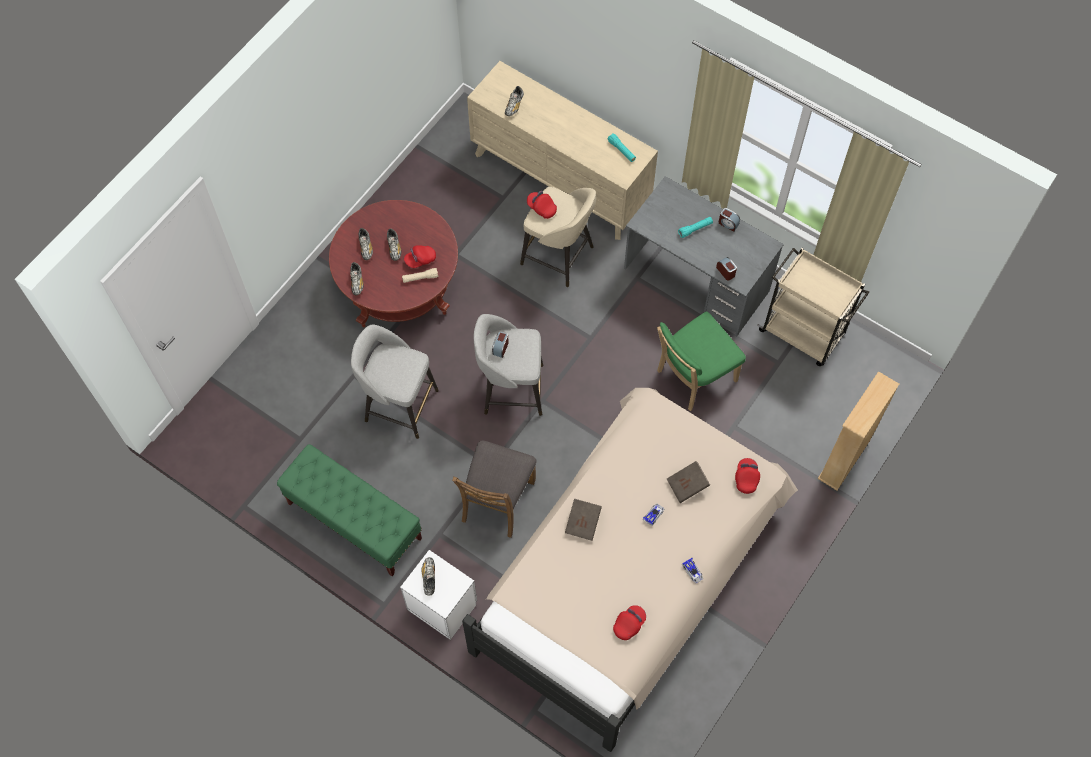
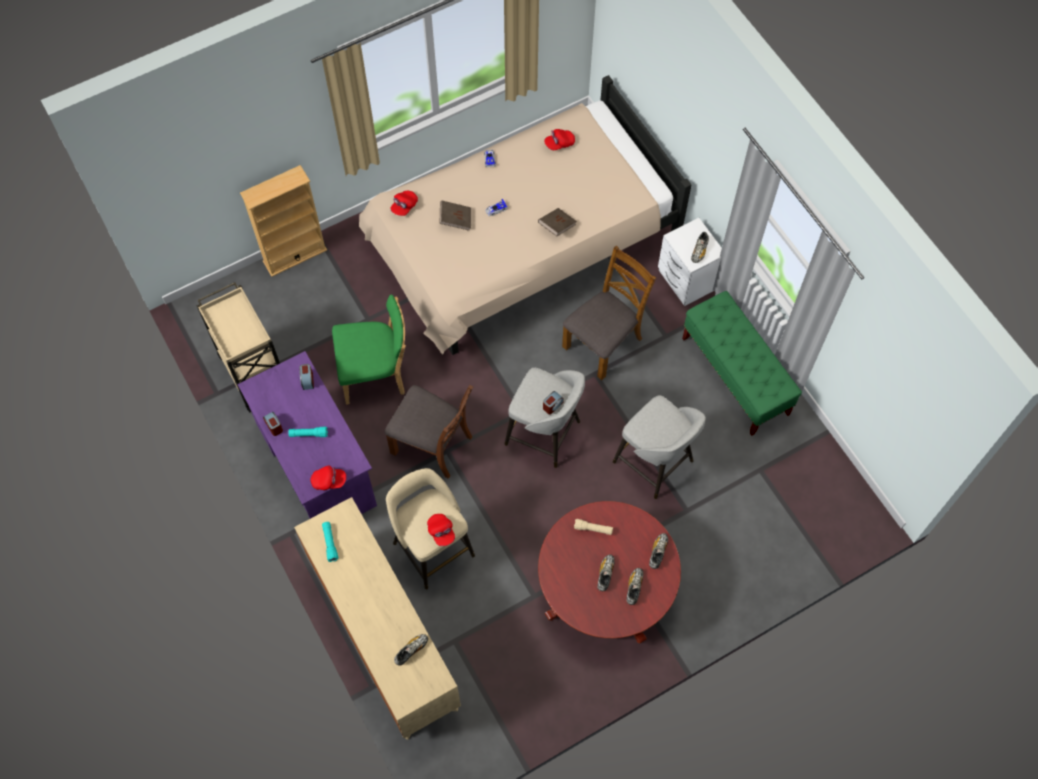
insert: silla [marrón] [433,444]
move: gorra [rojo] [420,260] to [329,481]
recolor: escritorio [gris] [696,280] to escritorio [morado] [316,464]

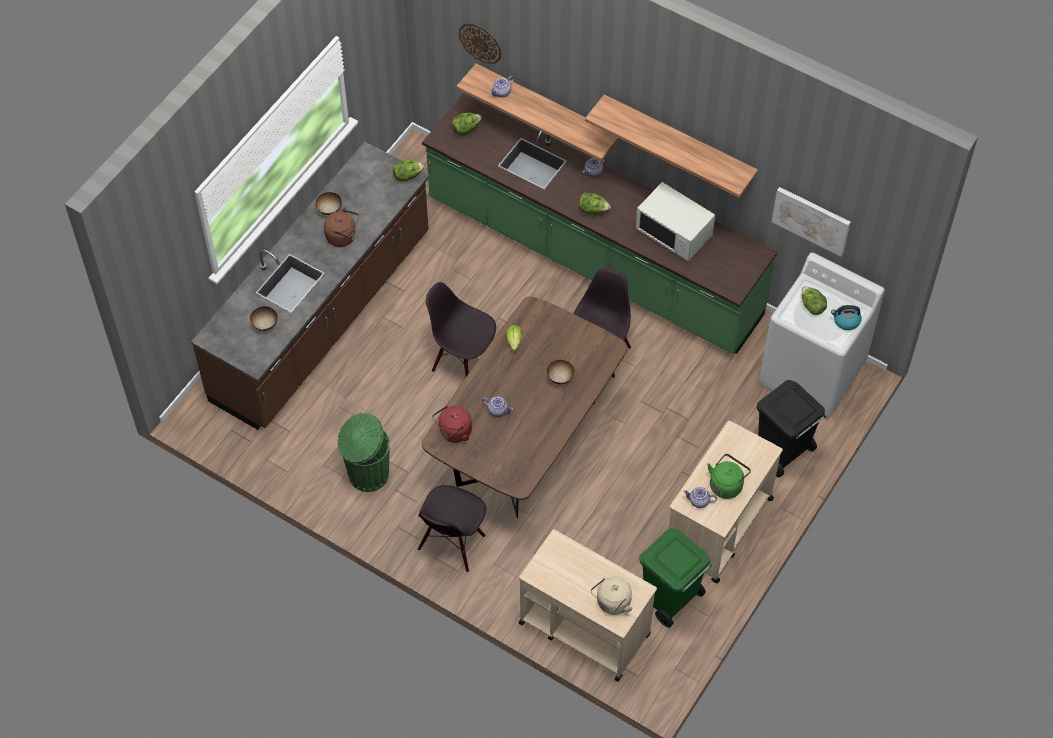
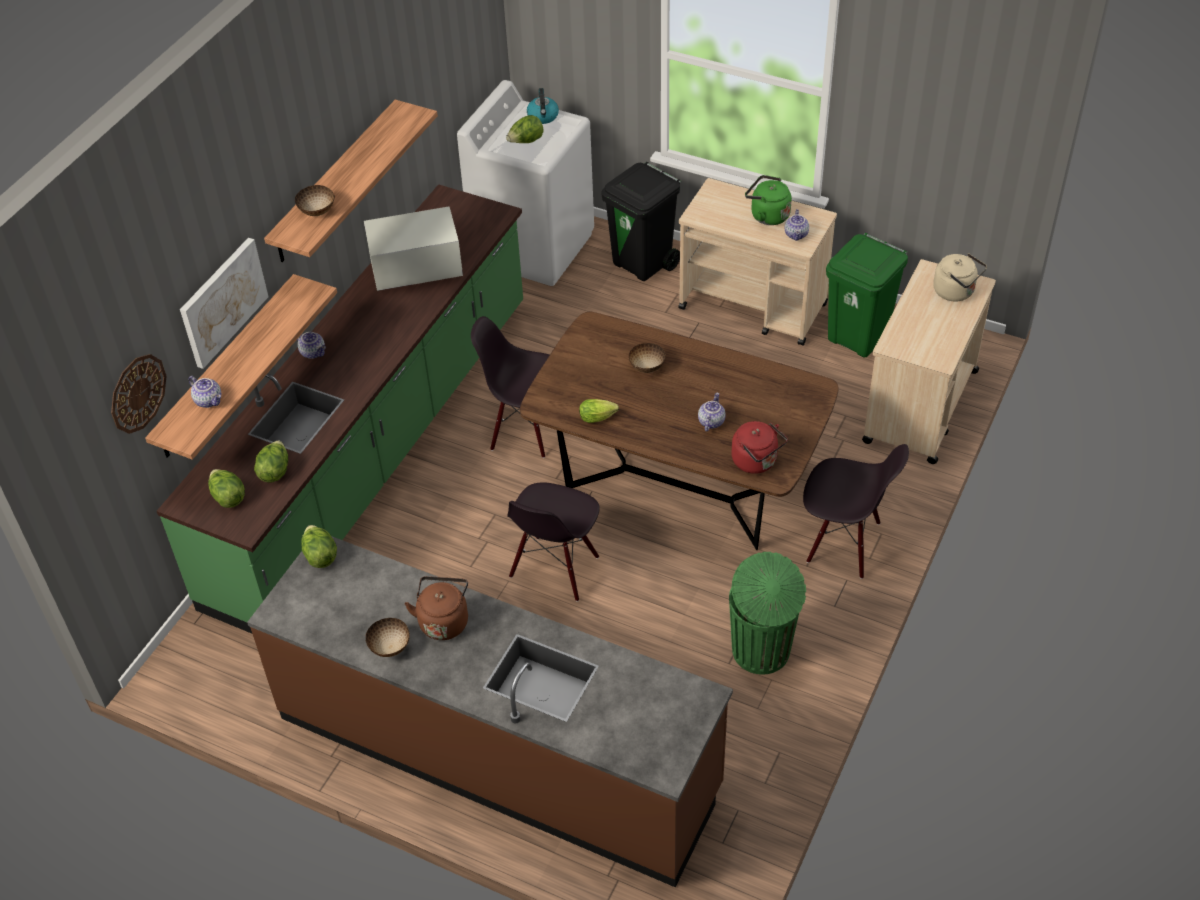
move: cuadro [811,220] to [222,301]; lechuga [593,210] to [274,471]; cuenco [264,324] to [316,212]
rotate: microondas [blanco] [674,233] = [416,269] 135 degrees counterclockwise

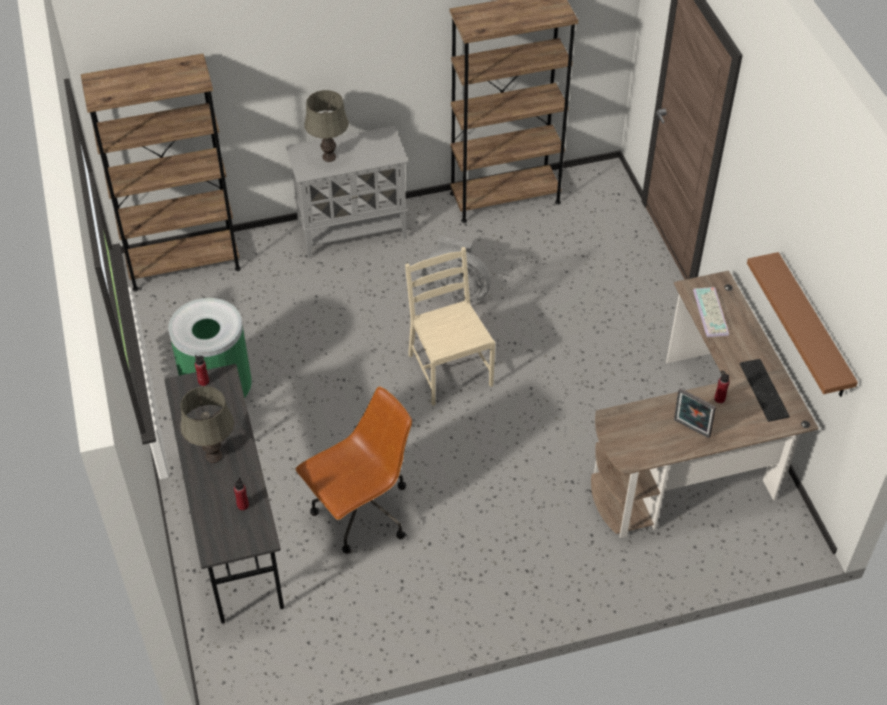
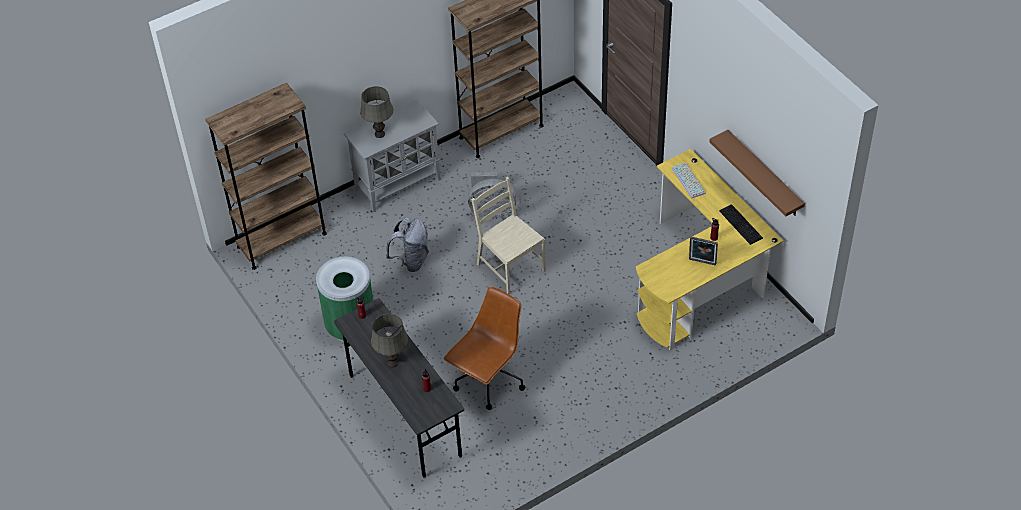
insert: mochila [gris] [411,260]
recolor: escritorio [marrón] [696,453] to escritorio [amarillo] [701,280]

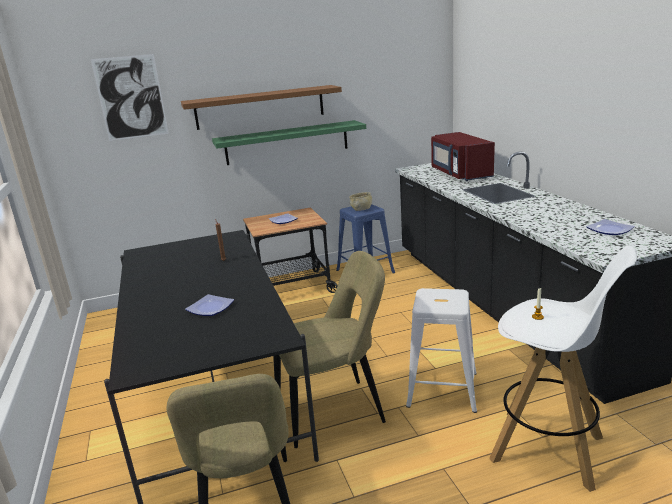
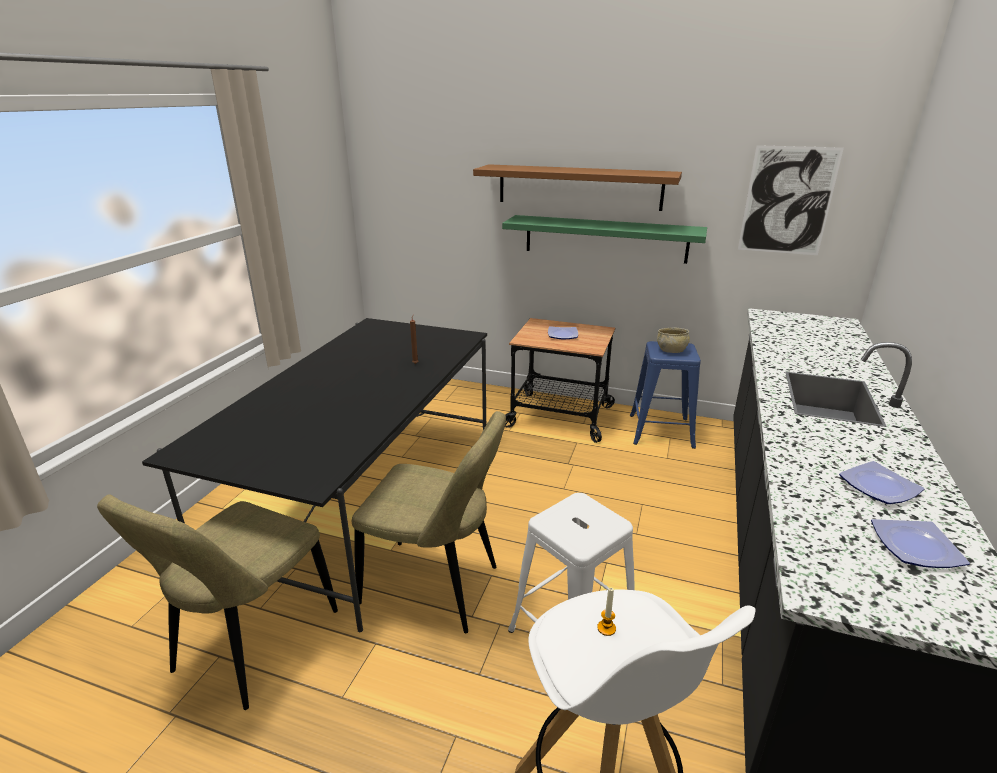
delete: microondas [rojo] [460,174]
move: cuadro [131,97] to [787,201]; plato [209,308] to [877,486]

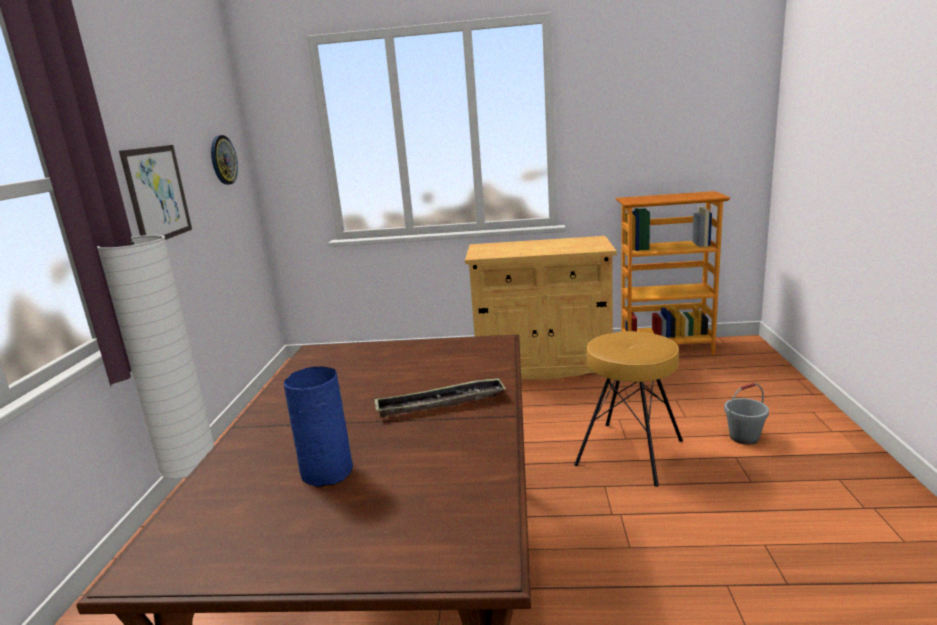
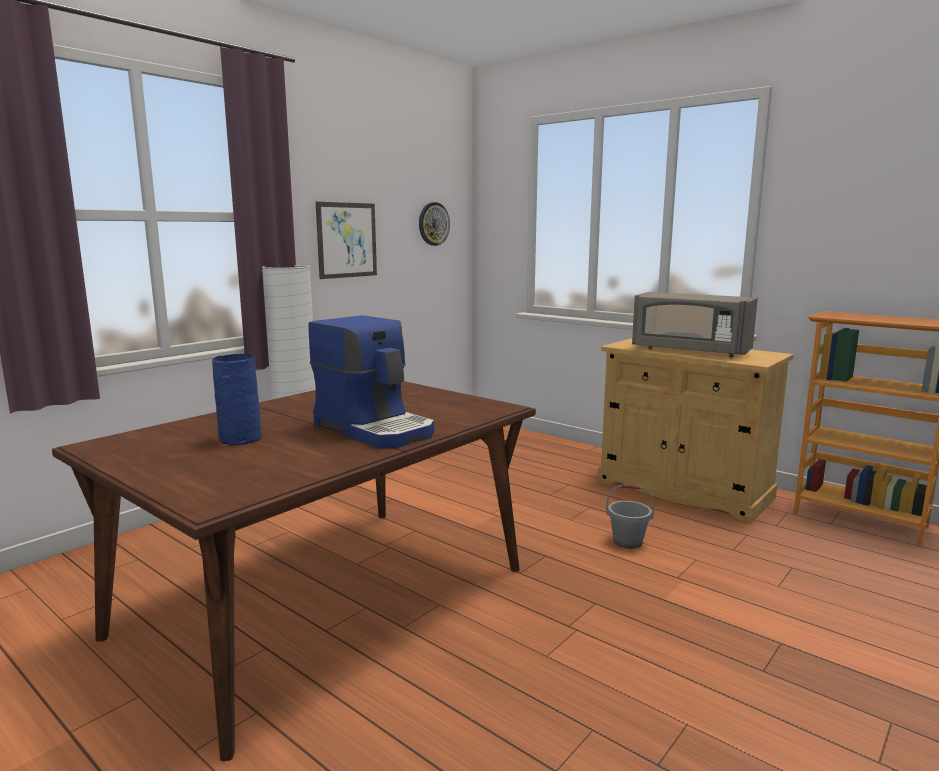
delete: taburete [marrón] [630,452]
insert: microondas [gris] [690,351]
move: cubo [gris] [744,437] to [628,542]
replace: bandeja [440,404] to cafetera [376,429]

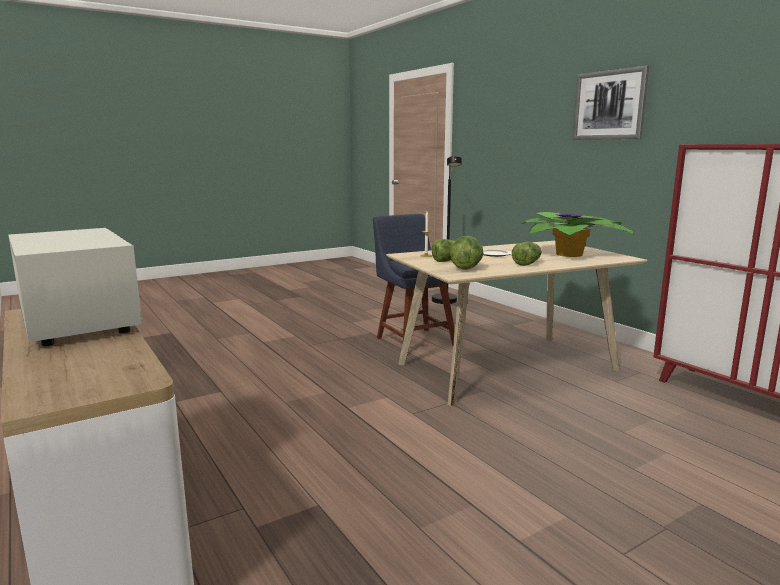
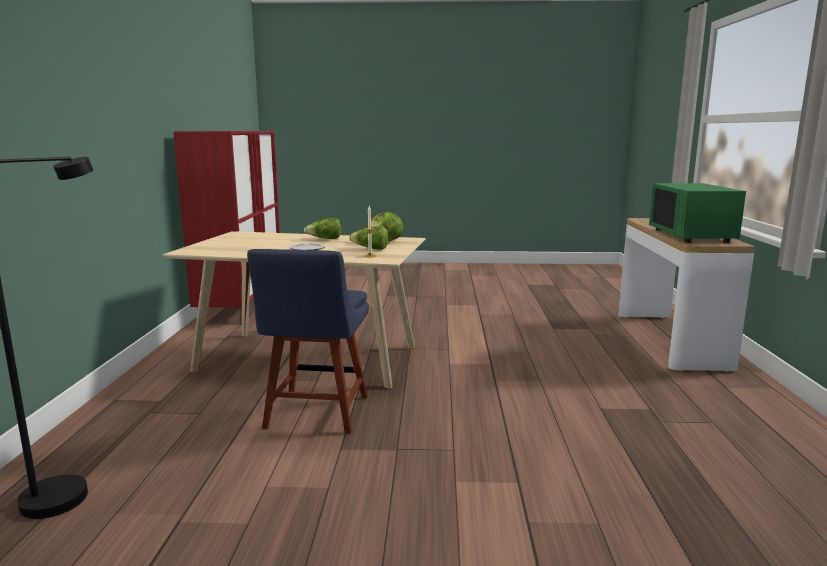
delete: cuadro [609,105]; planta en maceta [571,254]
recolor: microondas [blanco] [77,322] to microondas [verde] [691,235]

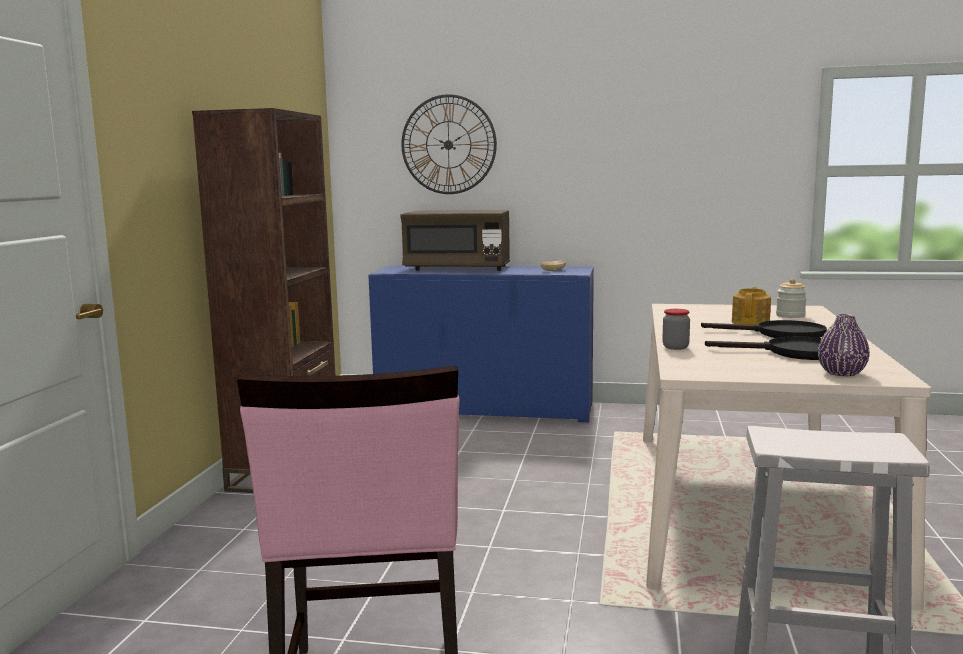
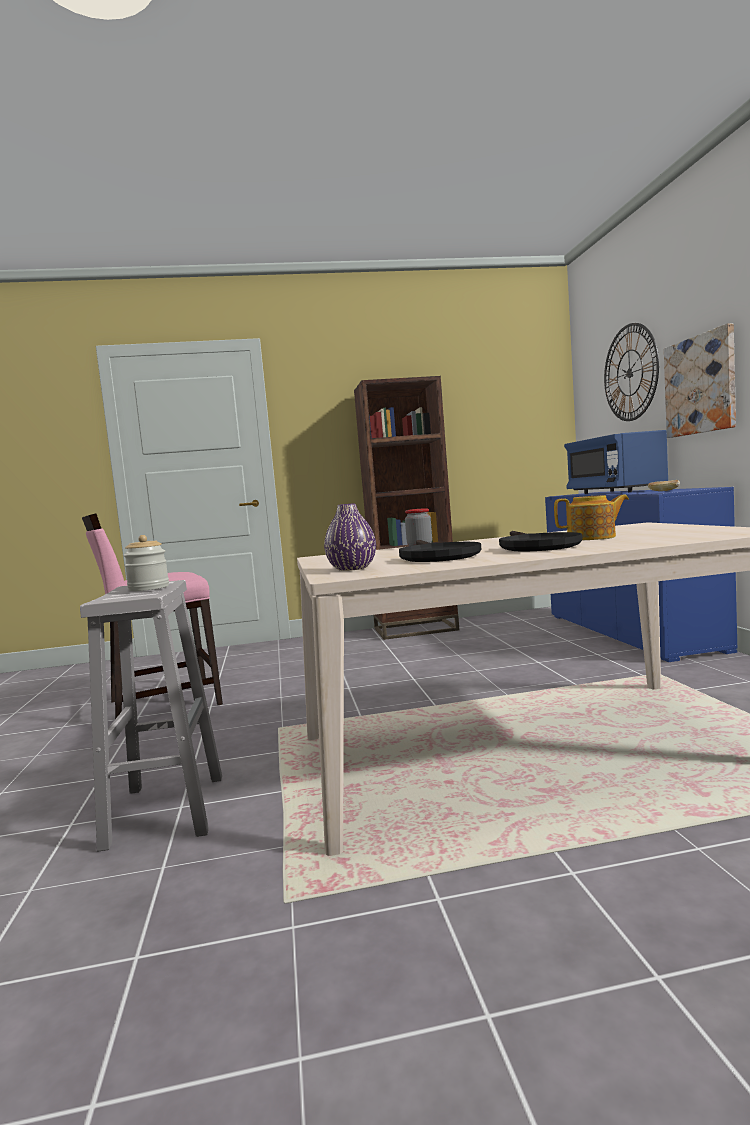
insert: cuadro [700,385]
move: tarro [790,316] to [149,588]
recolor: microondas [marrón] [457,269] to microondas [azul] [615,492]

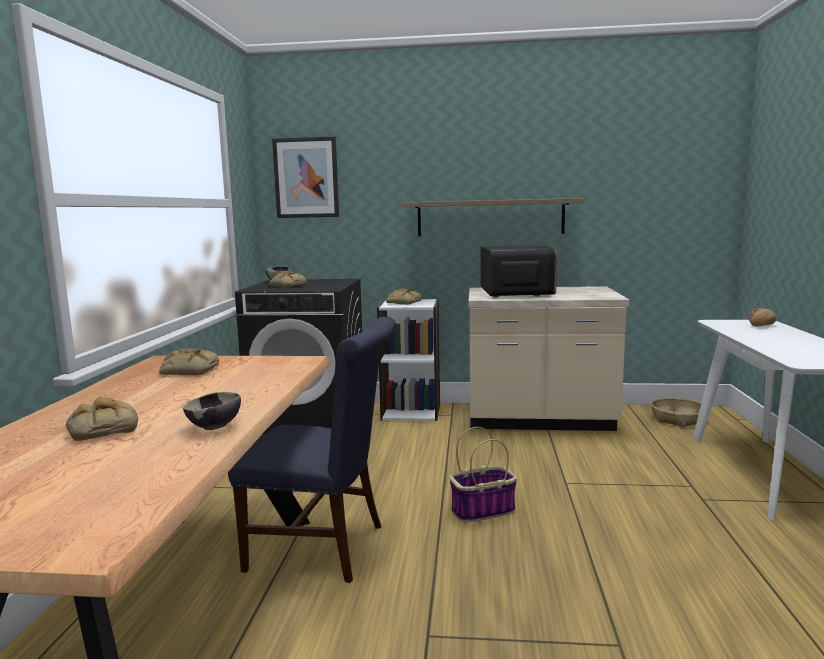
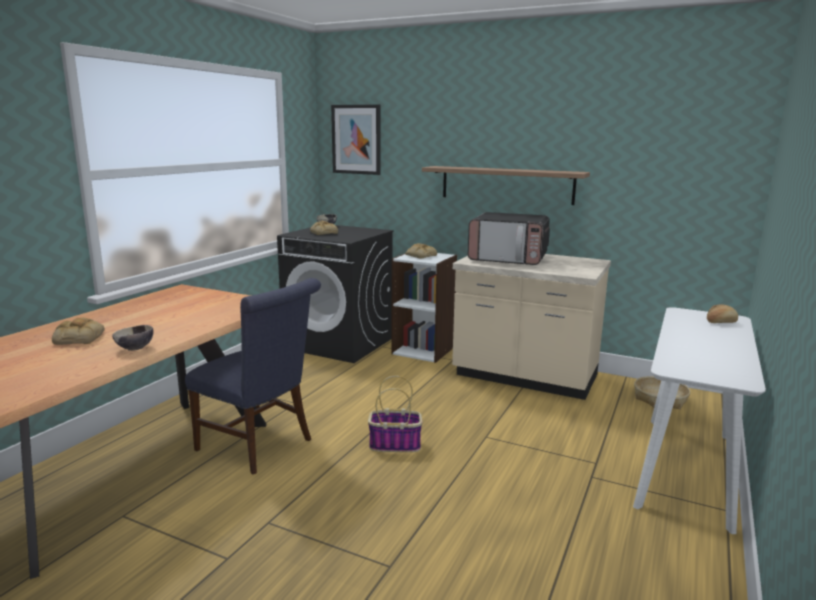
delete: pan [188,370]
rotate: microondas [515,293] = [508,259] 90 degrees clockwise

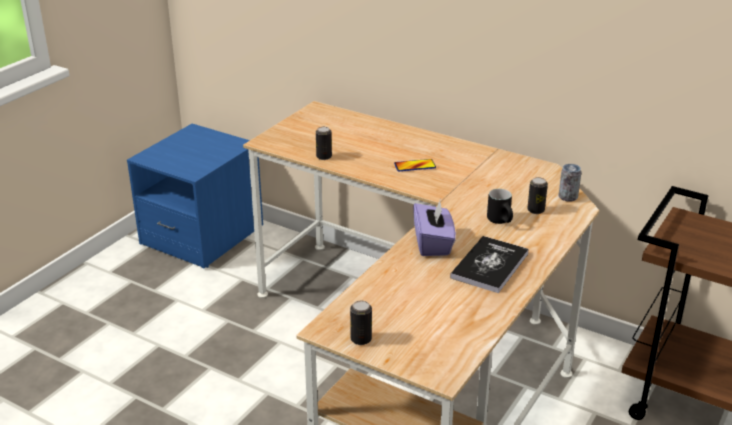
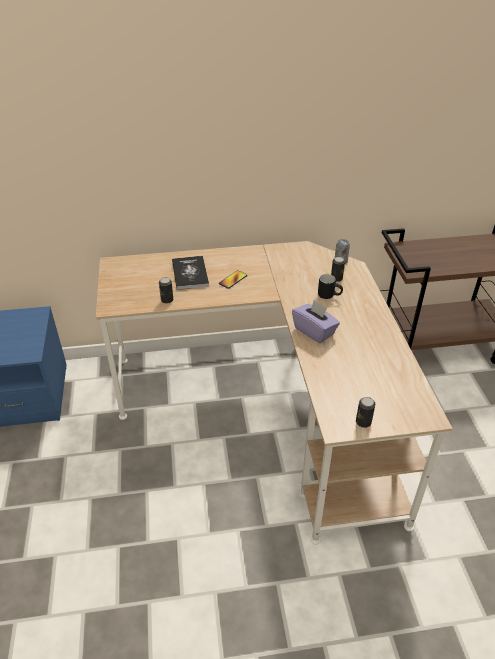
move: libro [489,265] to [190,273]

